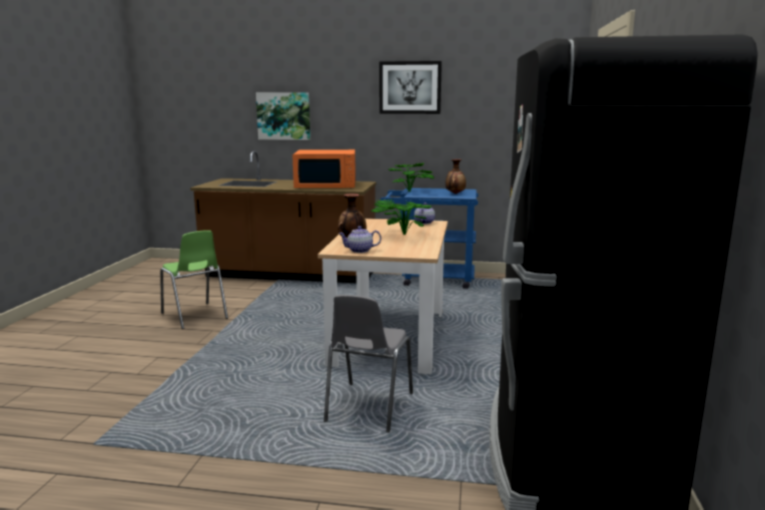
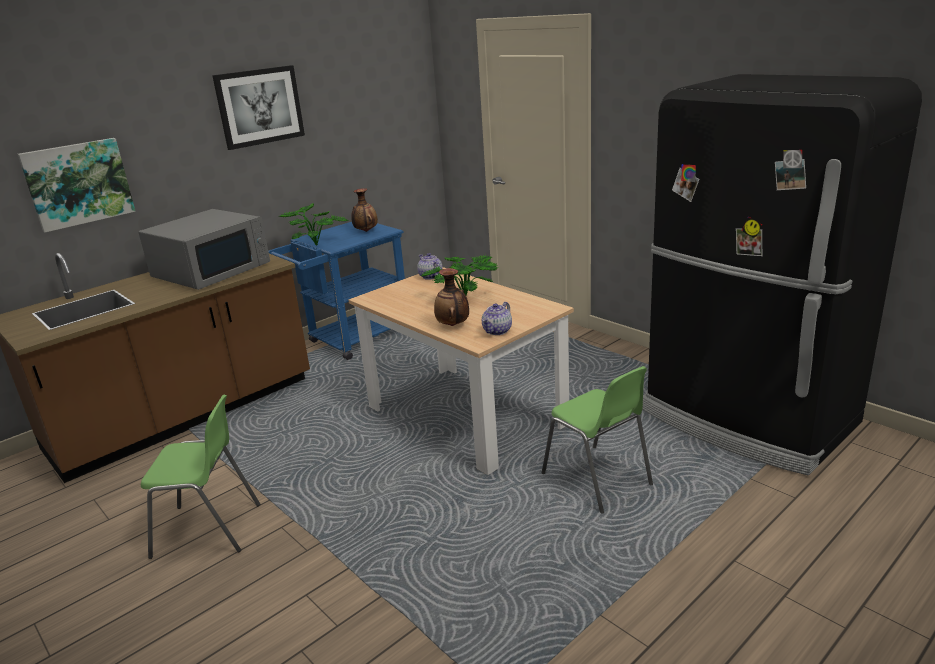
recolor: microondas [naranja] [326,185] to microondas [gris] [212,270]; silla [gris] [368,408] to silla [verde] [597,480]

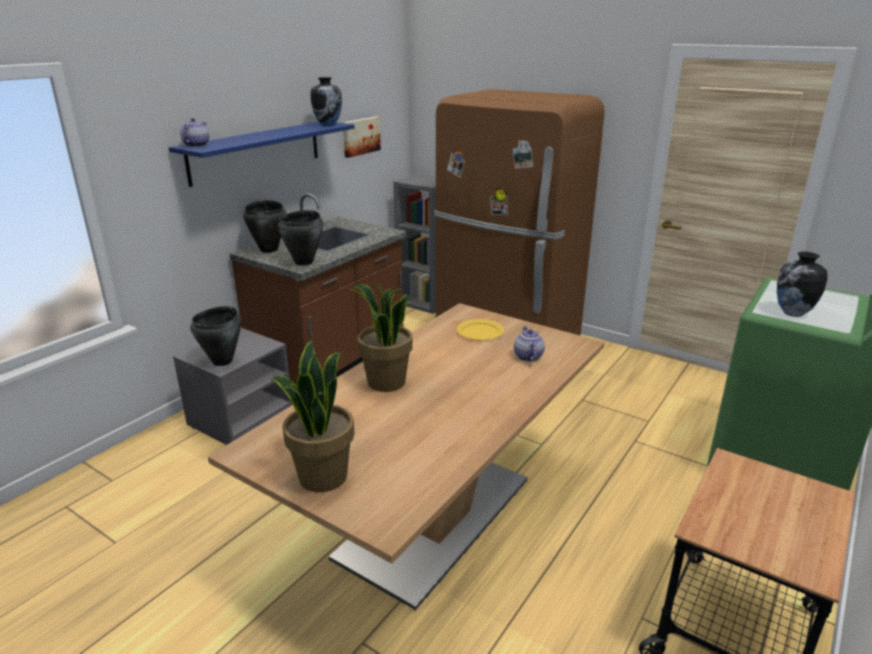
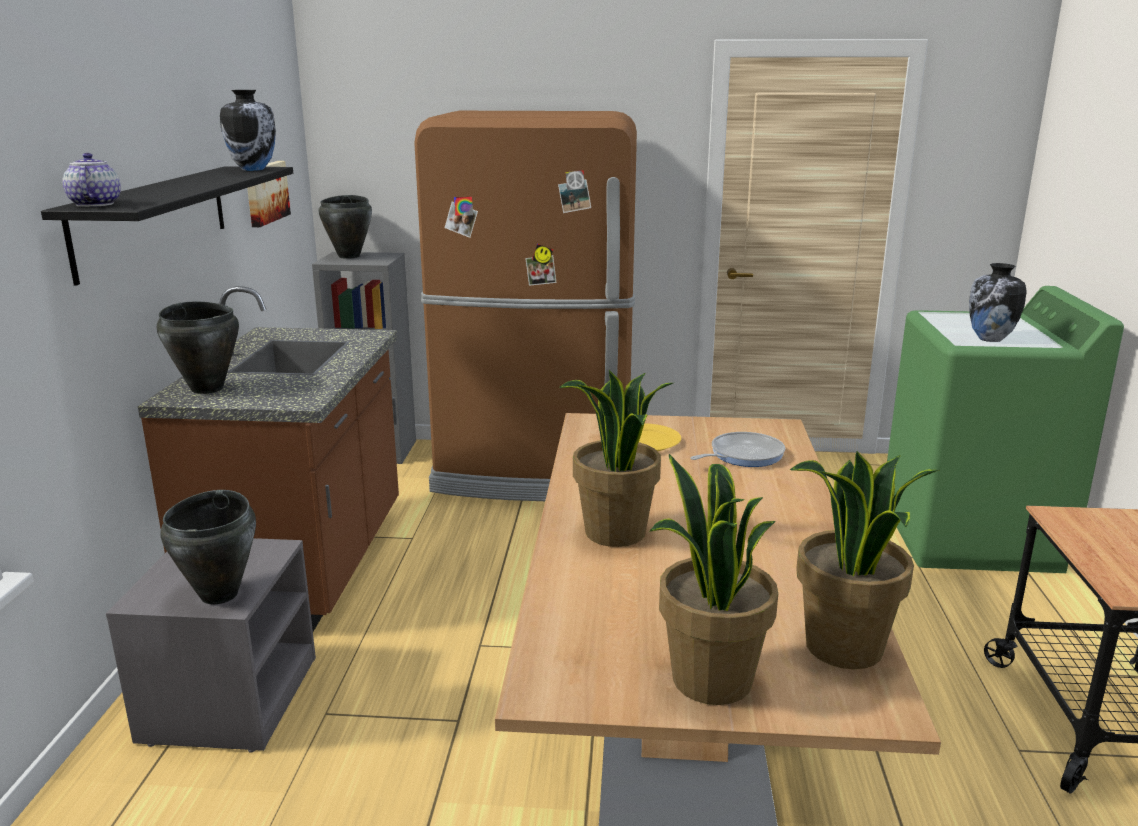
insert: planta en maceta [844,648]
move: olla [negro] [304,262] to [349,256]
replace: tetera [527,356] to sartén [743,455]
recolor: estante [azul] [256,151] to estante [negro] [154,219]

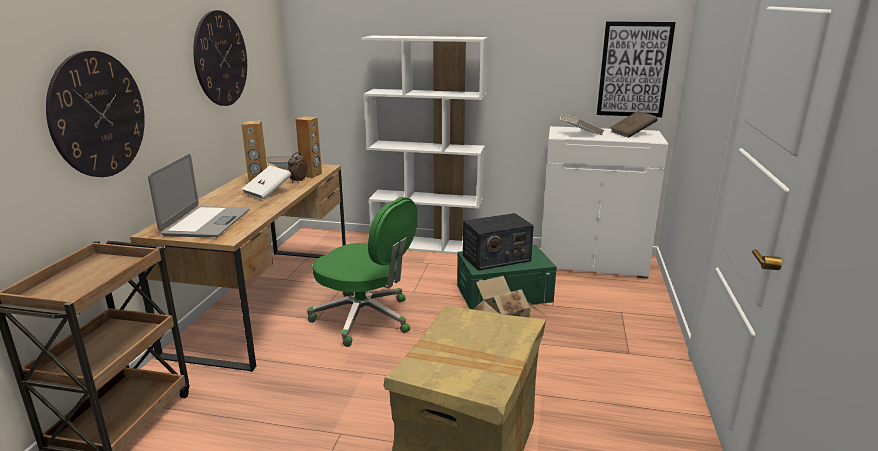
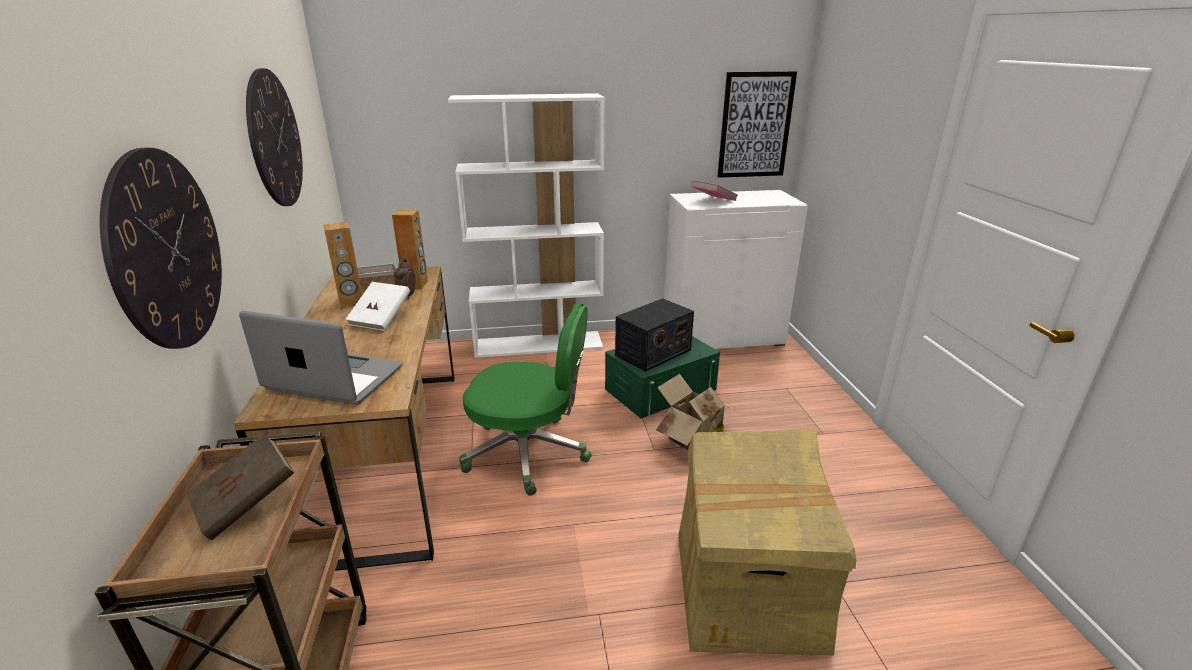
move: libro [marrón] [632,133] to [247,503]
recolor: libro [blanco] [581,134] to libro [rosa] [713,201]
rotate: portátil [206,223] = [334,379] 60 degrees counterclockwise

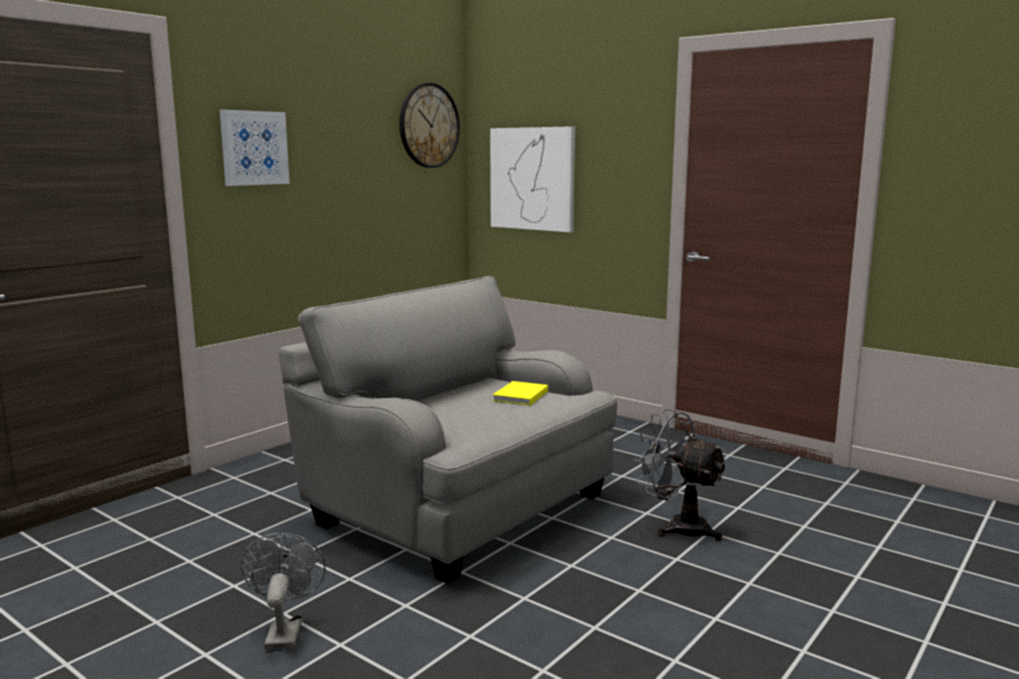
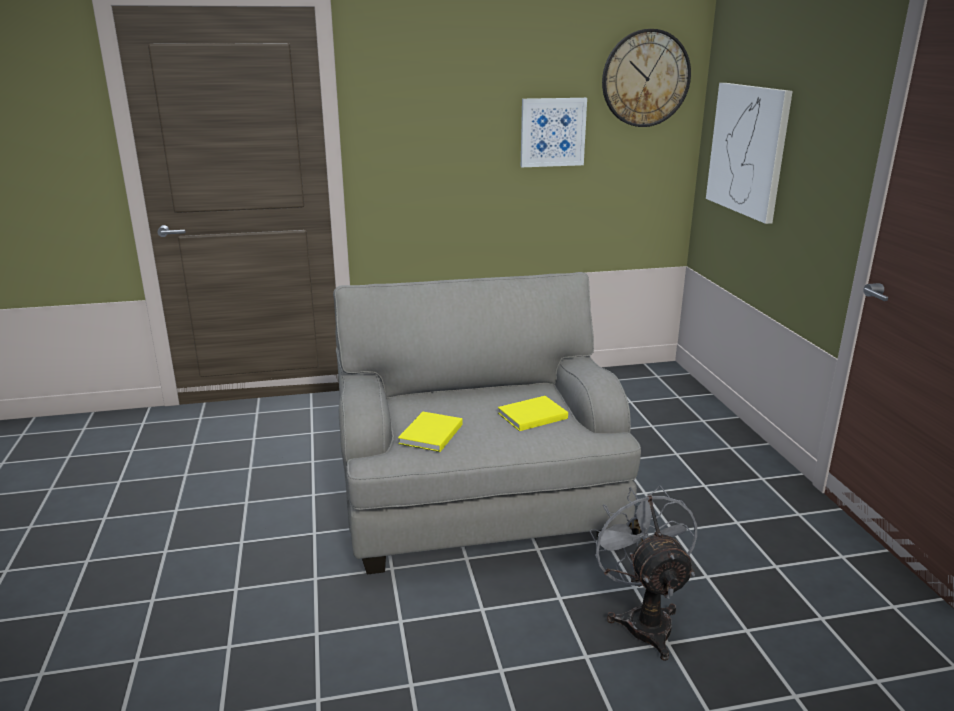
delete: ventilador [gris] [284,631]
insert: libro [amarillo] [429,435]
move: cuadro [254,148] to [552,132]

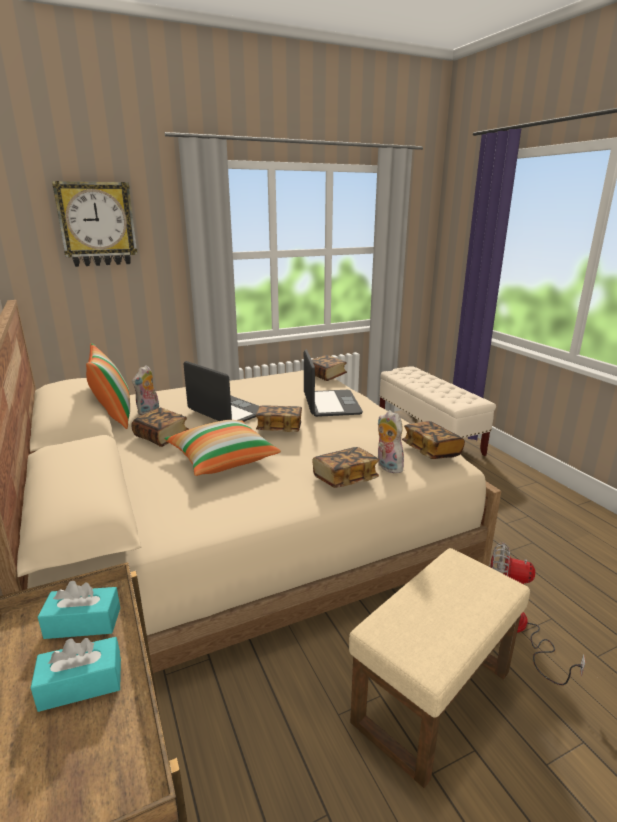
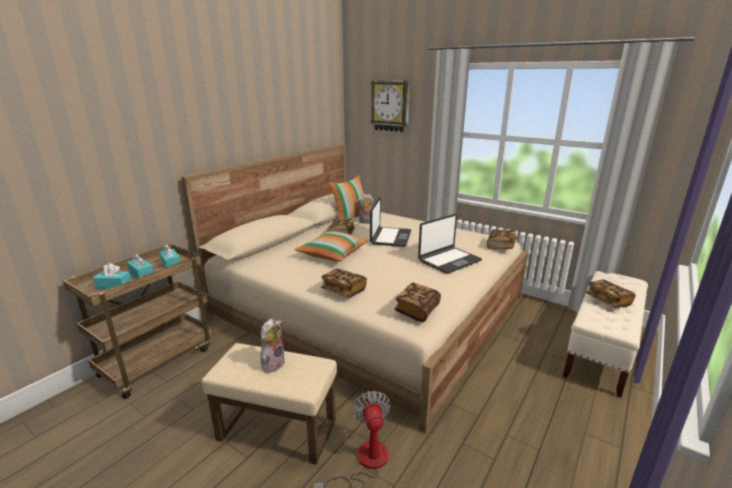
insert: caja de pañuelos [turquesa] [114,285]
move: libro [279,429] to [607,301]; peluche [387,466] to [272,363]

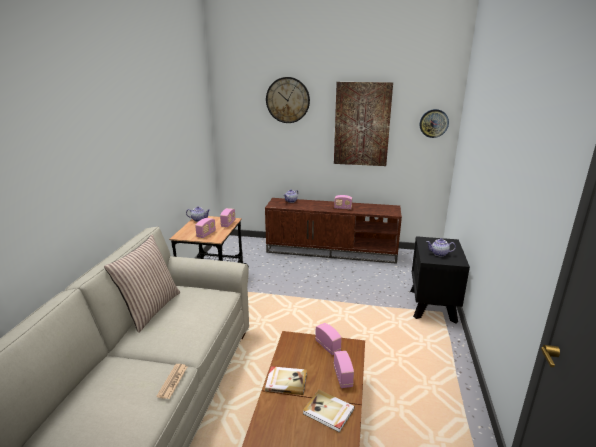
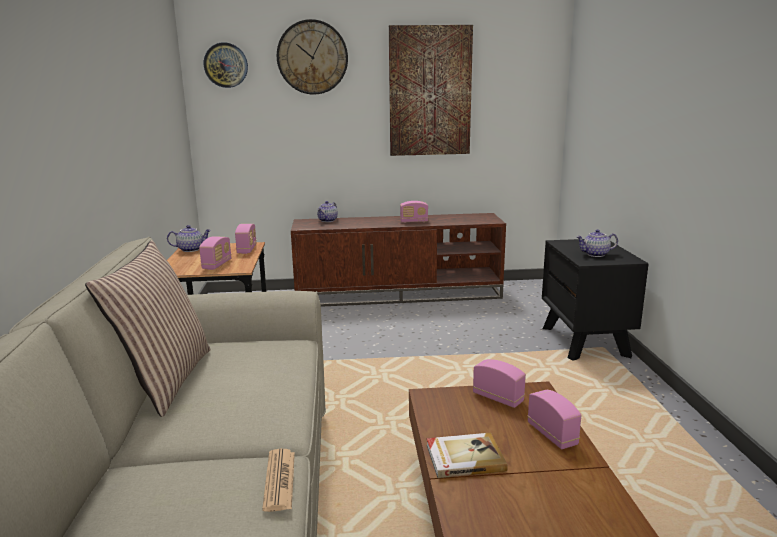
delete: libro [328,412]
move: reloj de pared [433,123] to [226,65]

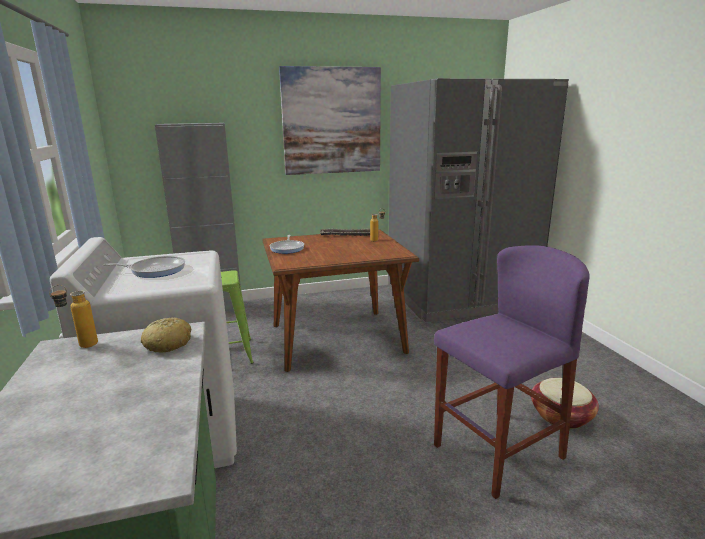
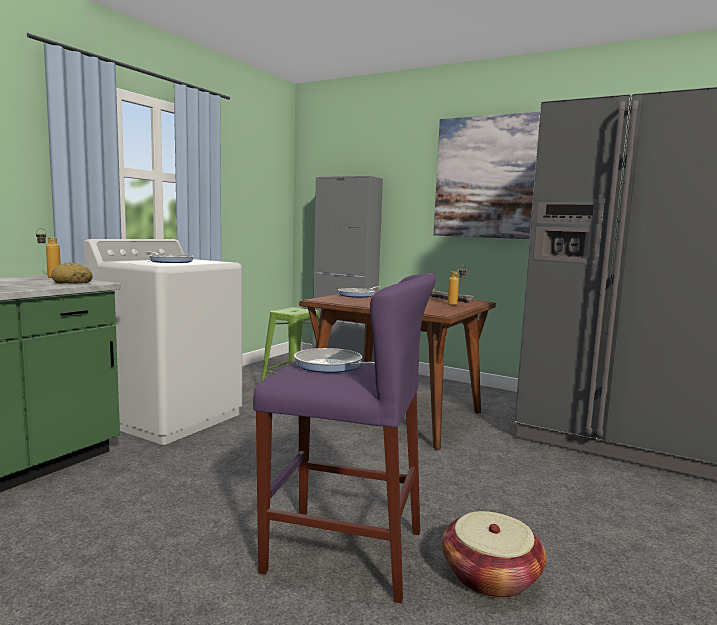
insert: sartén [331,366]

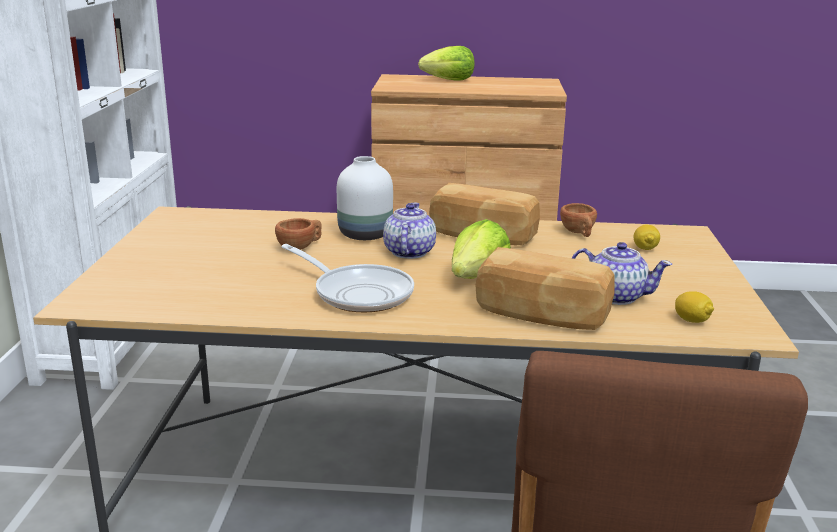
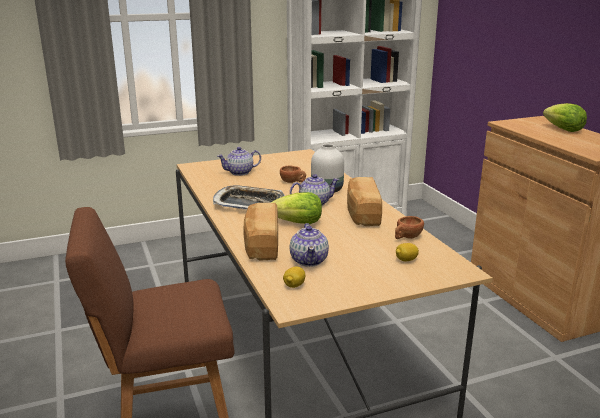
insert: tetera [240,172]
replace: sartén [358,293] to bandeja [249,204]

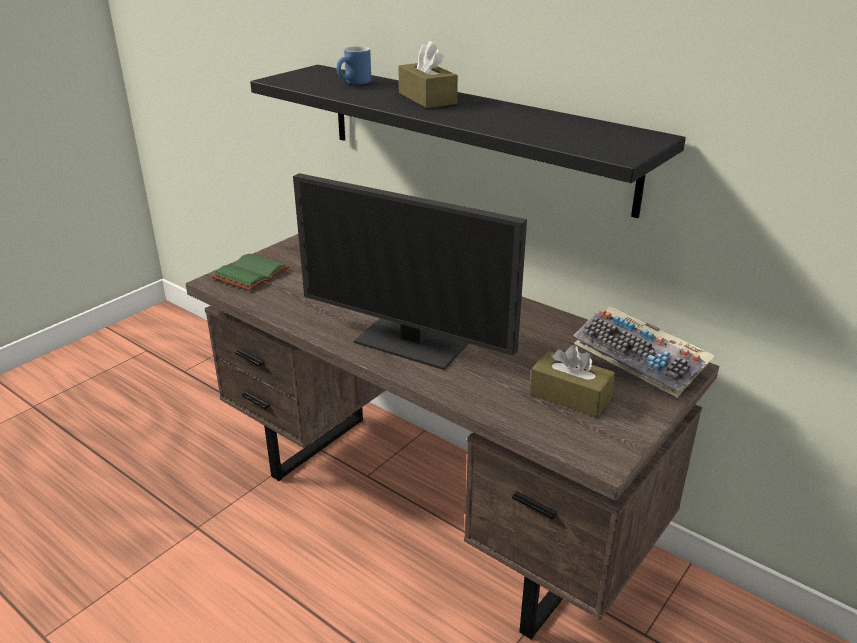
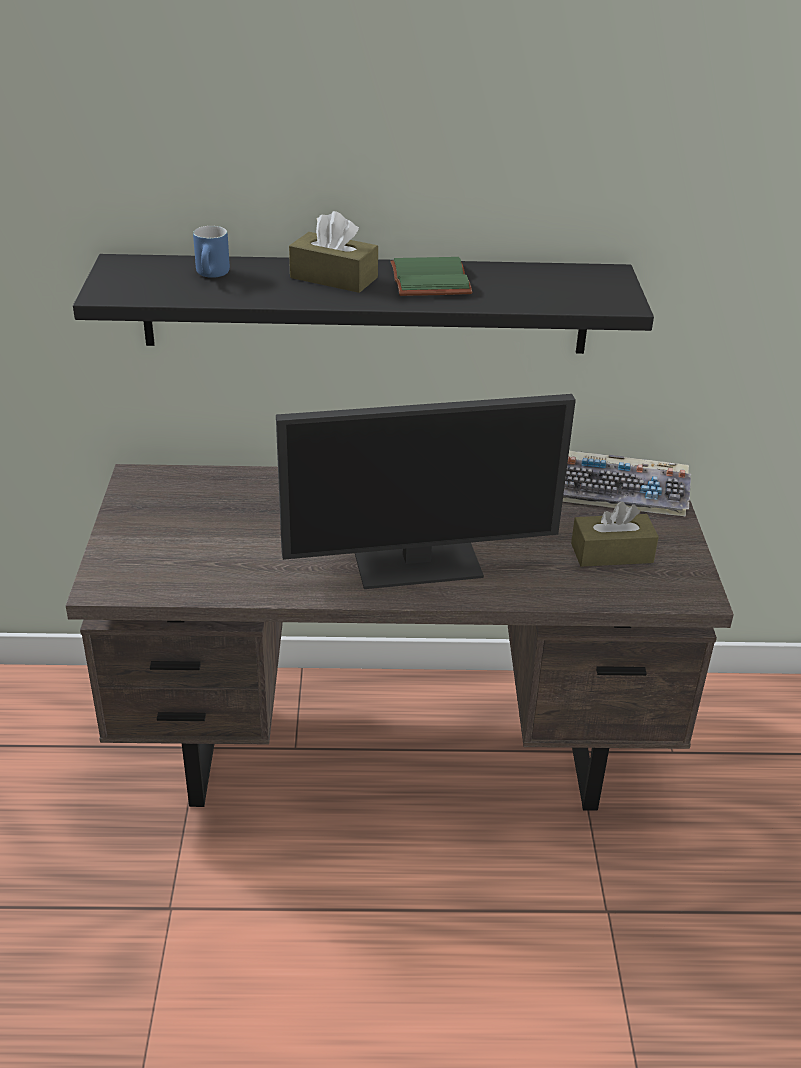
move: libro [verde] [250,273] to [427,280]

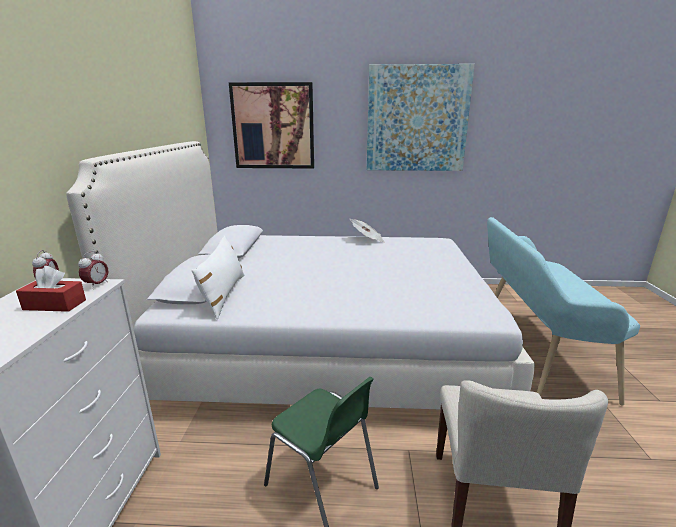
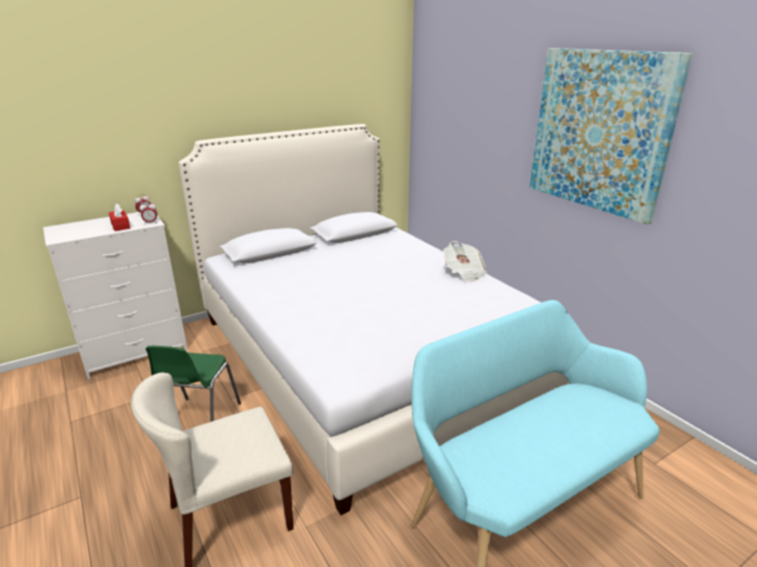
delete: cuadro [273,126]; cojín [blanco] [223,294]

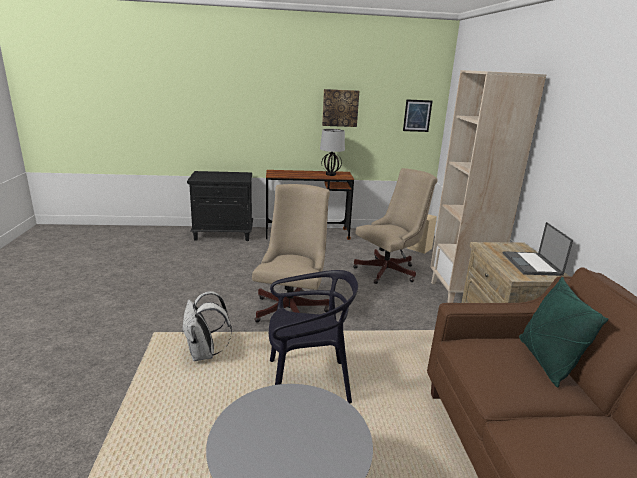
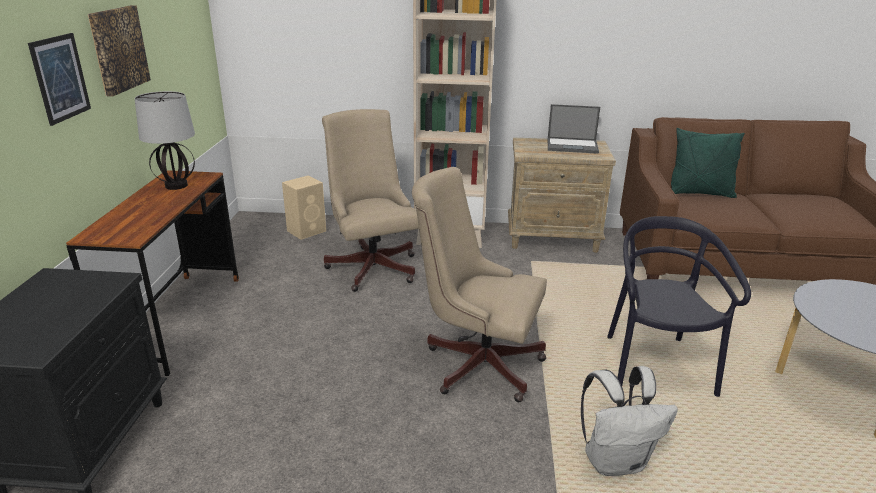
move: cuadro [417,115] to [60,78]

